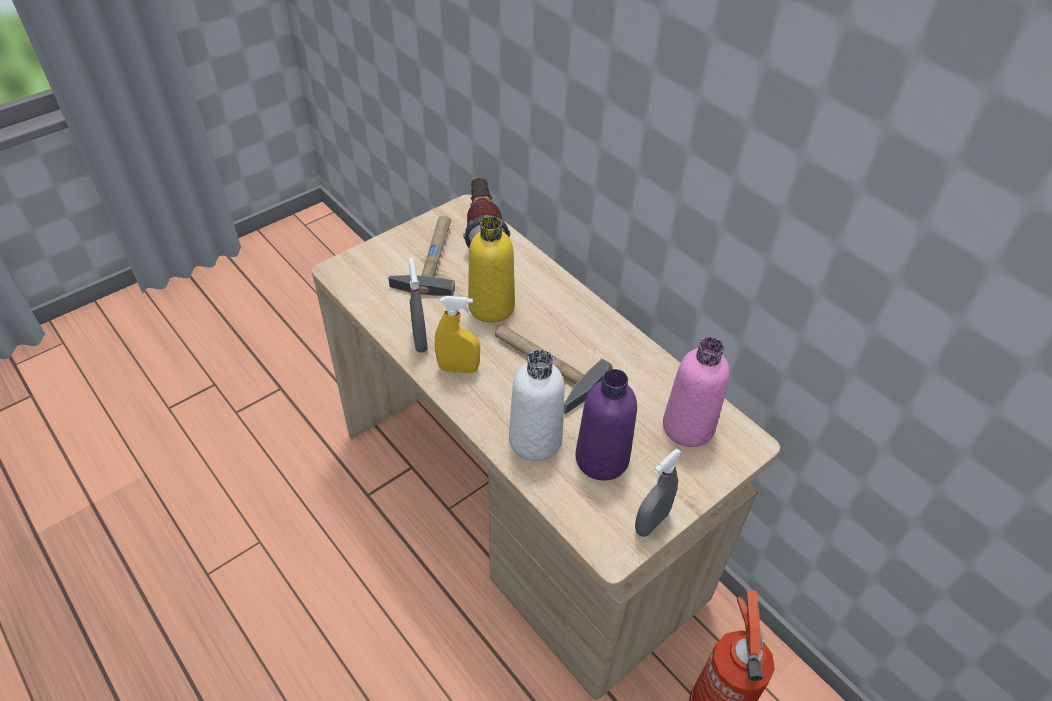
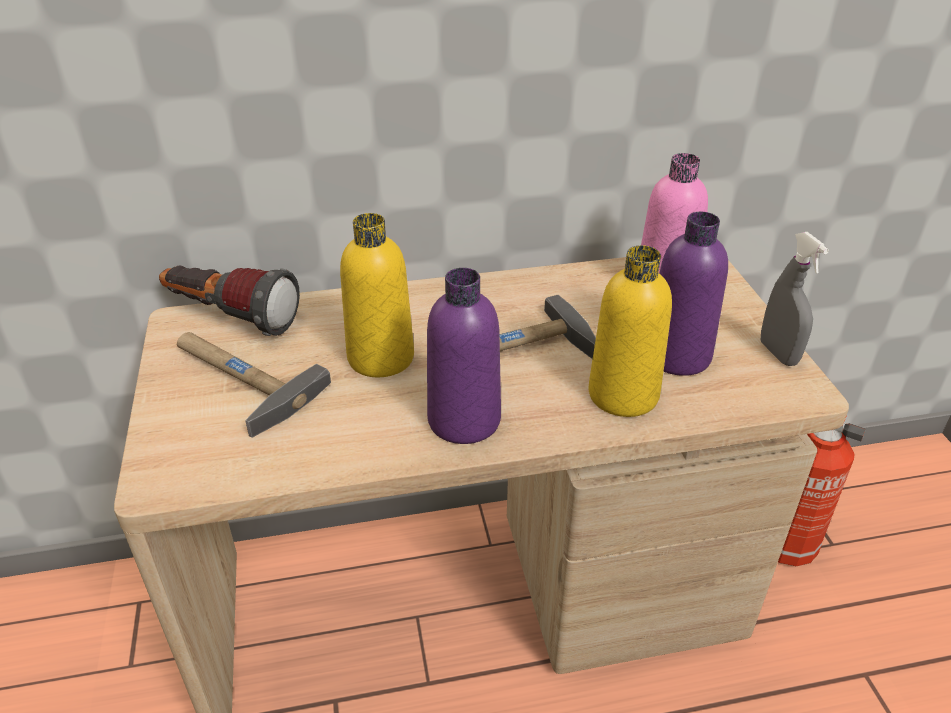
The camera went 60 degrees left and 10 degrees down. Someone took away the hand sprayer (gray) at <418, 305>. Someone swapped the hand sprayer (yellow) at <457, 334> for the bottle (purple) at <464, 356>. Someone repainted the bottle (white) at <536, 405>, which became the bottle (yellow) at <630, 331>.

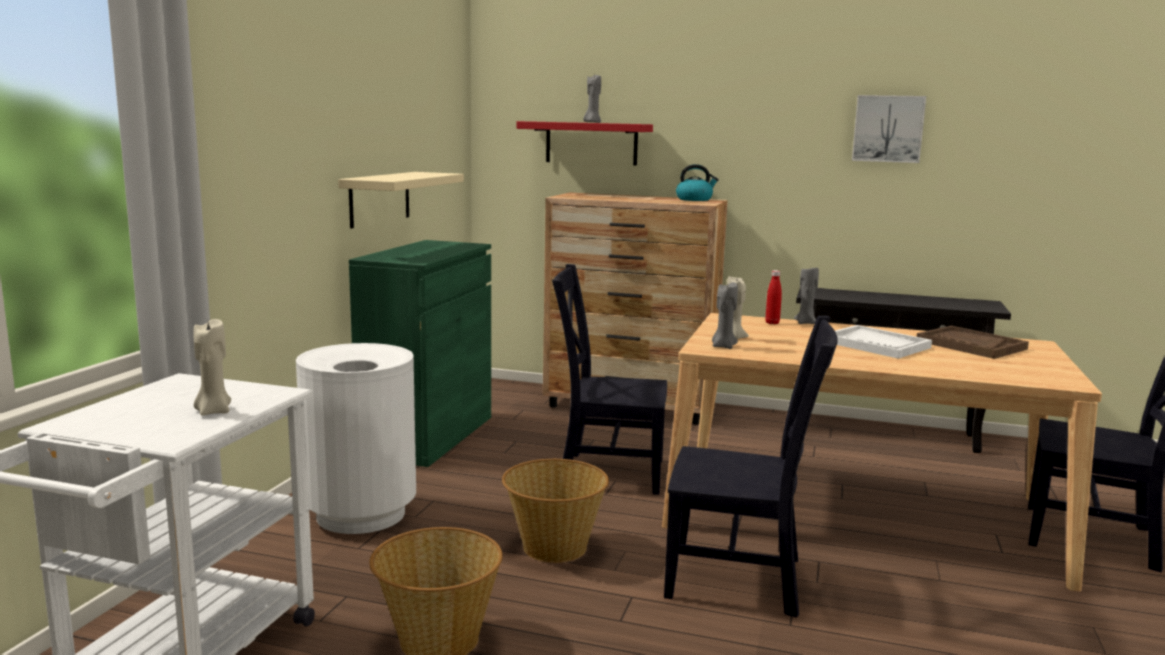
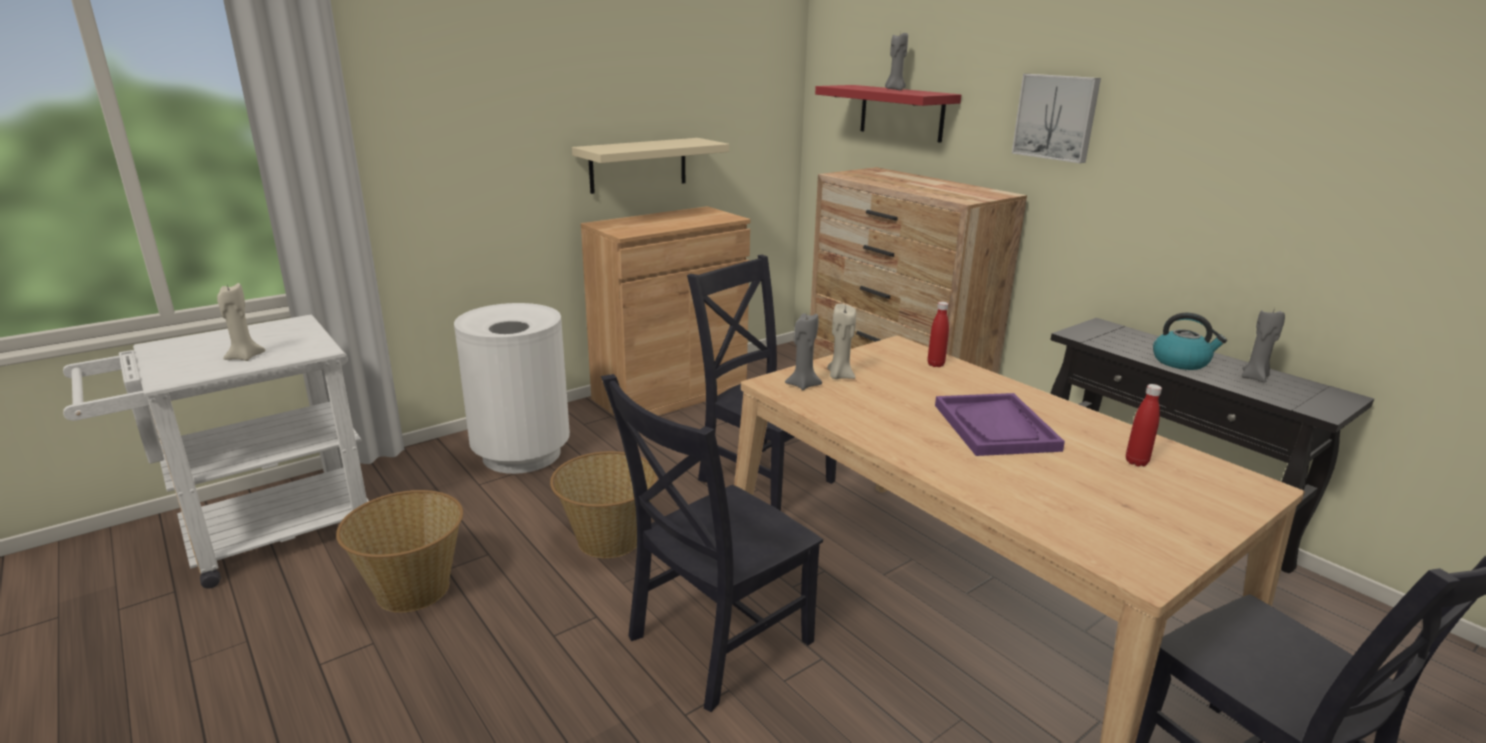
The camera went 35 degrees right and 10 degrees up. Someone carried the water kettle from <697, 182> to <1190, 341>. Someone carried the wax light (gray) from <806, 296> to <1263, 345>. Someone carried the wall picture from <889, 129> to <1056, 118>. Someone swapped the carrying tray (brownish) at <973, 342> for the bottle (reddish) at <1144, 425>. Someone repainted the cabinet (greenish) at <420, 353>, which became the cabinet (brownish) at <665, 311>. Someone repainted the carrying tray (white) at <883, 342>, which became the carrying tray (purple) at <1000, 424>. Someone rotated the upright chair (black) at <751, 466> by 90 degrees clockwise.

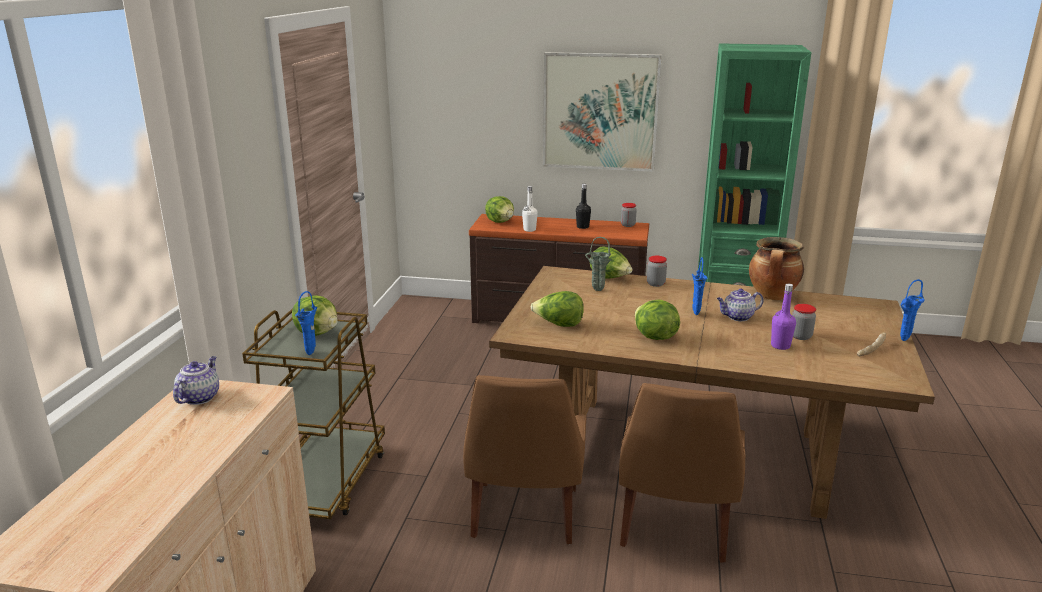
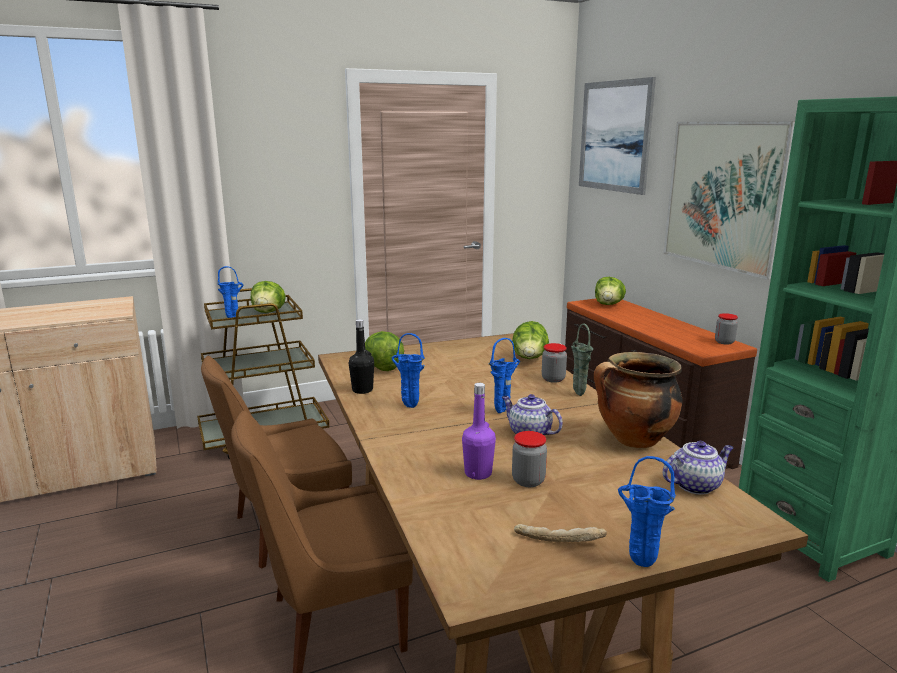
The camera went 55 degrees right and 5 degrees down. Someone took away the bottle (white) at <530, 209>. Someone put up the wall picture at <617, 136>. Someone carried the teapot from <196, 380> to <698, 468>. Someone carried the bottle (black) from <583, 206> to <361, 356>. Someone carried the flower vase (greenish) from <598, 264> to <582, 360>. Someone swapped the lettuce at <657, 319> for the flower vase (blue-coloured) at <408, 370>.

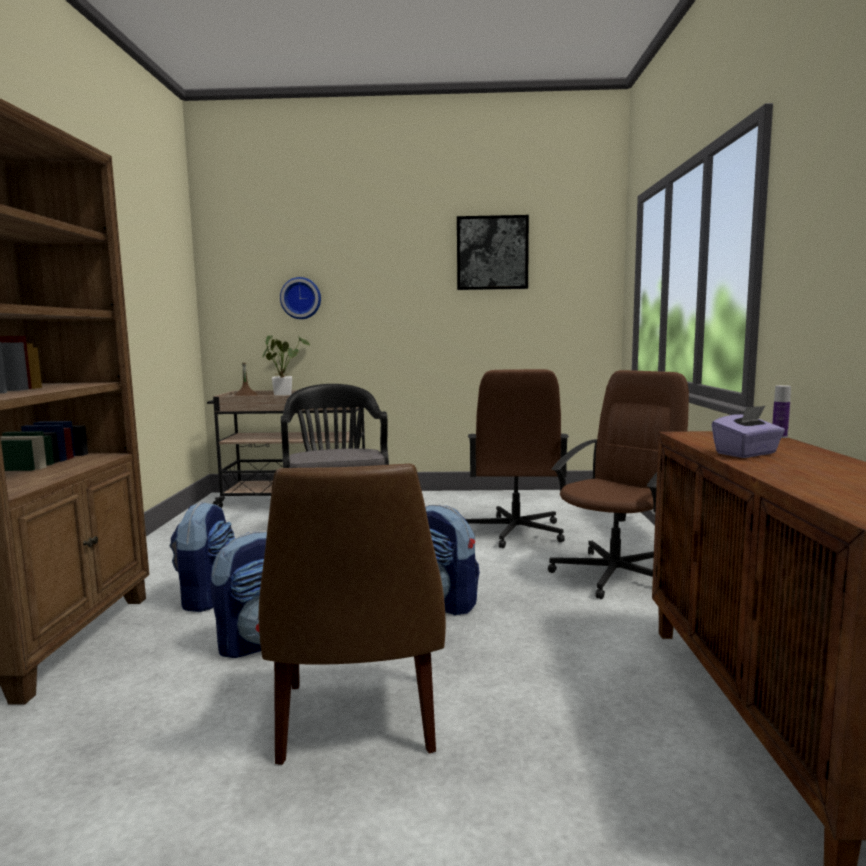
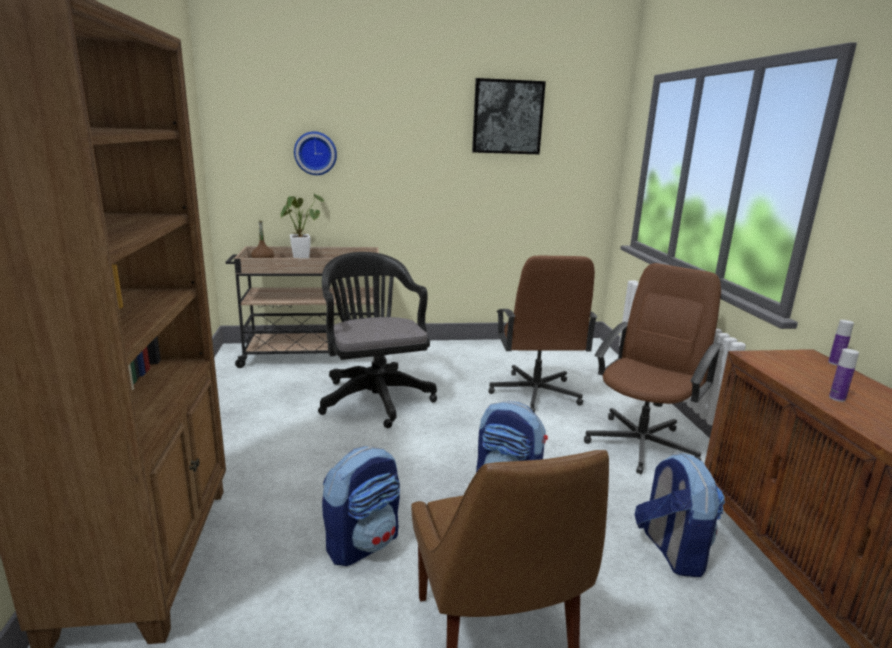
The camera went 10 degrees left and 10 degrees up. Someone carried the knapsack from <202, 557> to <680, 514>. Someone swapped the box of tissues (purple) at <748, 431> for the bottle at <844, 375>.

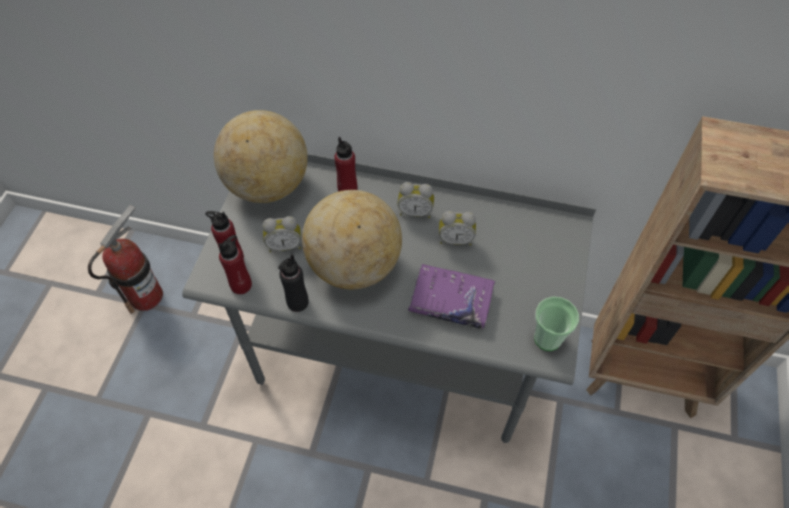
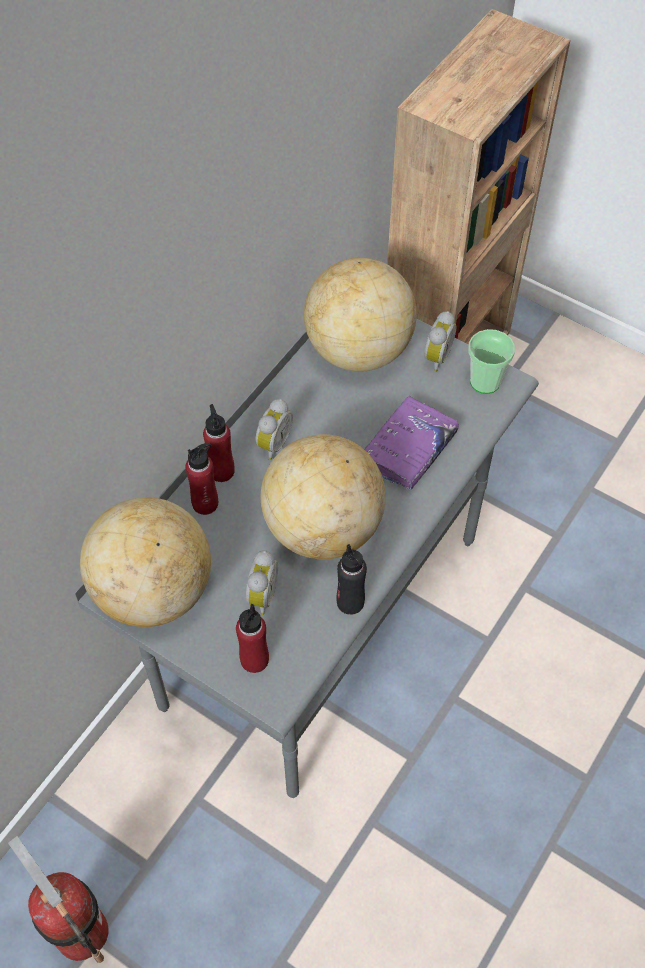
The camera went 70 degrees left and 0 degrees up. Someone put down the globe at <360, 314>. Someone carried the bottle (reddish) from <235, 264> to <219, 443>. Someone carried the bedside clock from <457, 228> to <440, 341>.

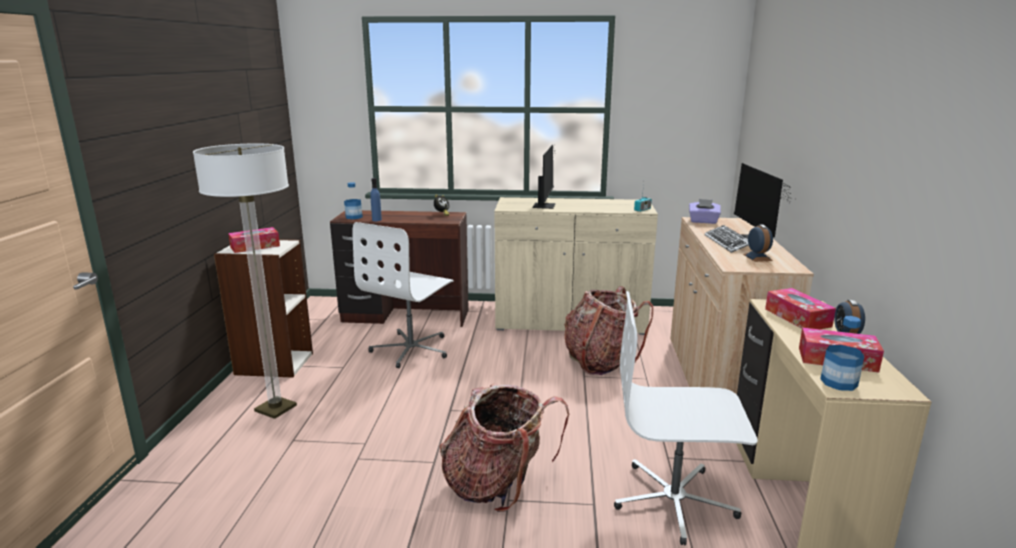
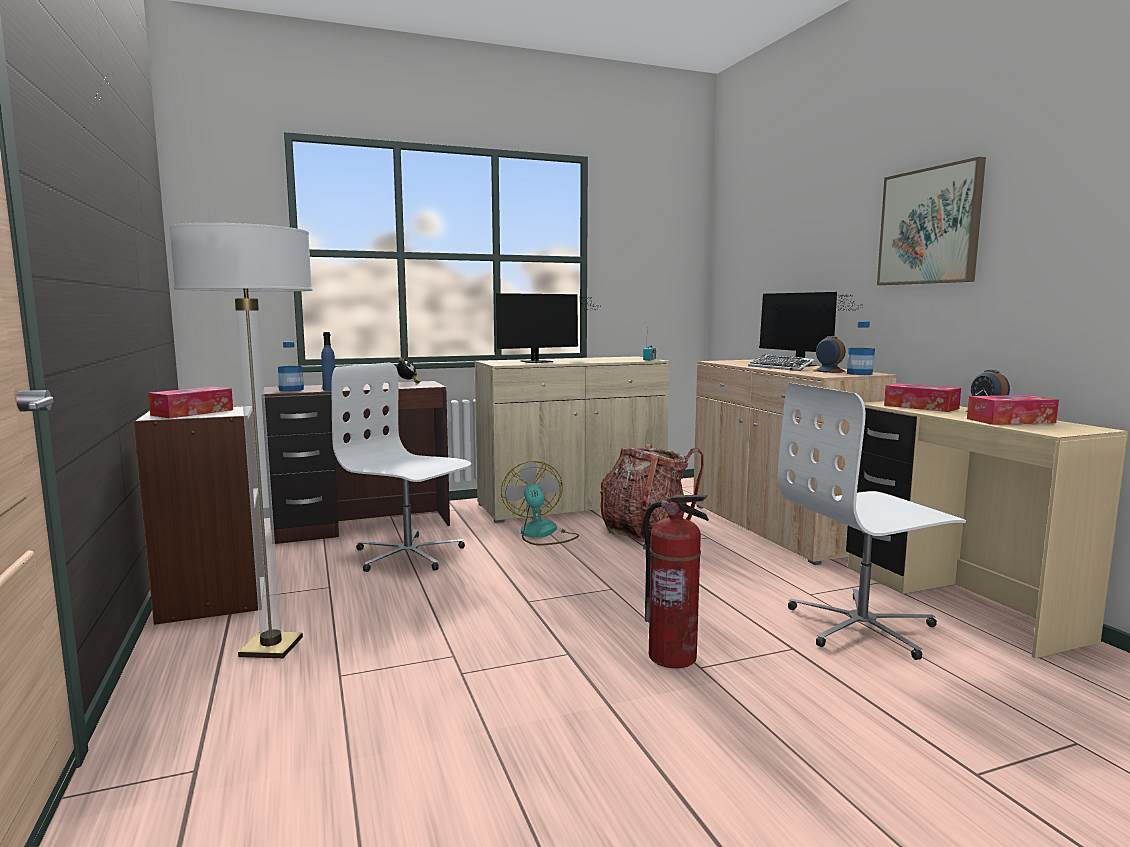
The camera went 25 degrees left and 10 degrees down. Someone took away the box of tissues (purple) at <705, 211>. Someone put down the fan at <540, 503>. Someone put up the wall picture at <931, 221>. Someone carried the bottle from <842, 353> to <861, 348>. Someone swapped the knapsack at <504, 447> for the extinguisher at <676, 581>. Someone rotated the desk chair (white) at <403, 295> by 120 degrees clockwise. Someone rotated the computer screen at <544, 176> by 75 degrees clockwise.

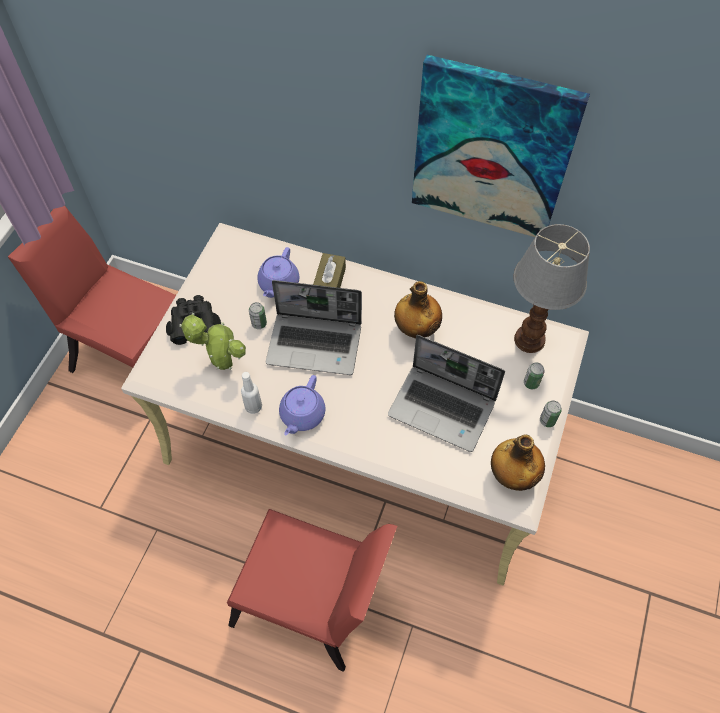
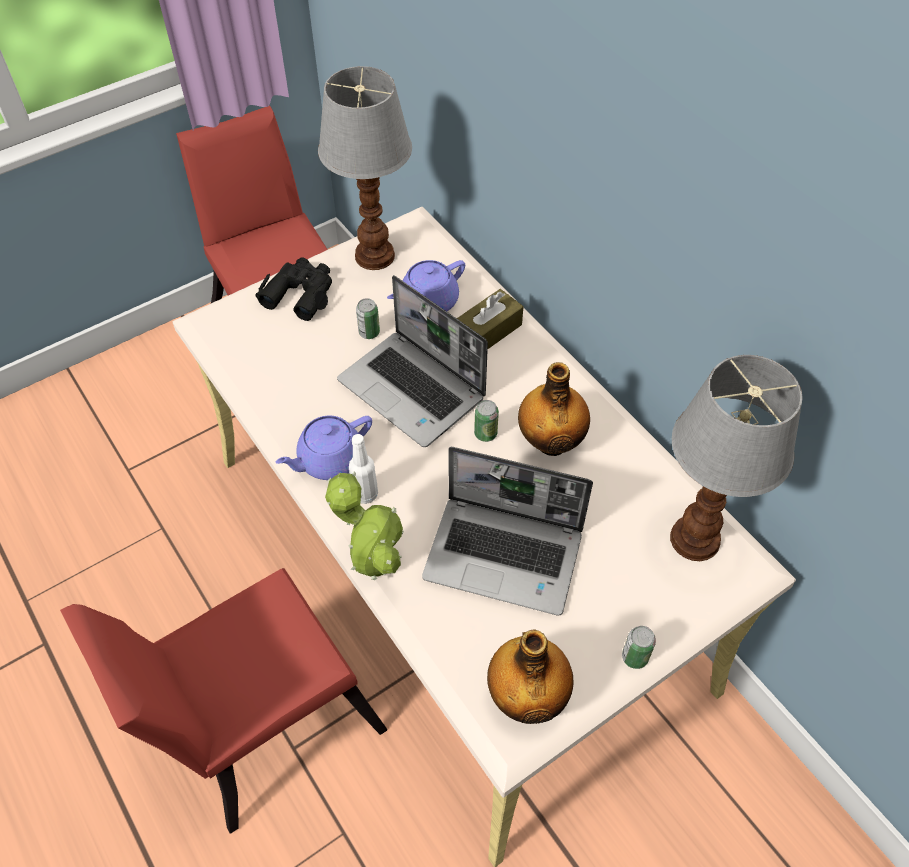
The camera went 35 degrees right and 5 degrees down. Someone took away the wall picture at <501, 146>. Someone put down the lamp for a table at <365, 168>. Someone carried the potted plant from <212, 341> to <364, 526>. Someone carried the bottle (white) from <251, 393> to <363, 469>. Someone carried the can from <534, 375> to <486, 421>. Someone rotated the upright chair (reddish) at <312, 590> by 90 degrees clockwise. Someone rotated the portable computer at <446, 393> by 45 degrees counterclockwise.

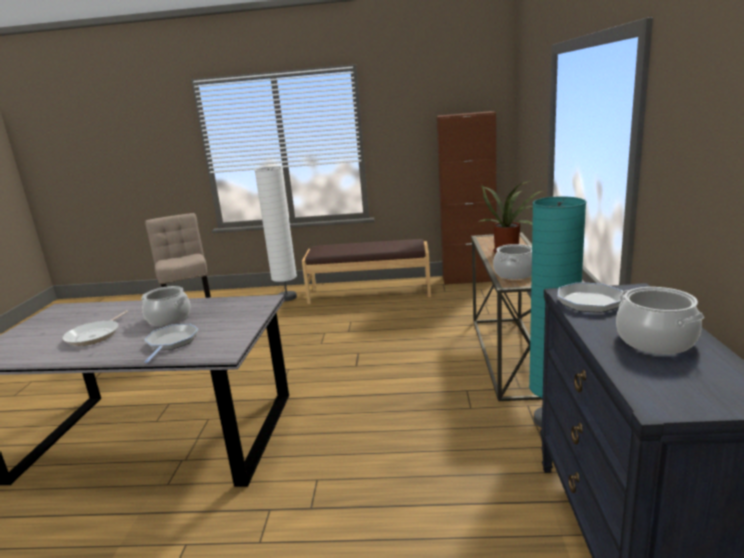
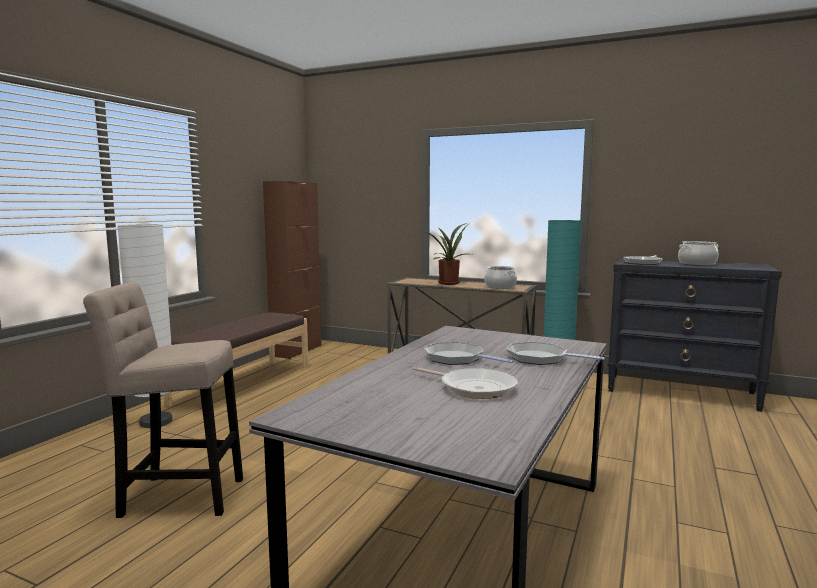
The camera went 70 degrees left and 10 degrees down. Someone swapped the saucepot at <165, 305> for the pan at <469, 353>.

